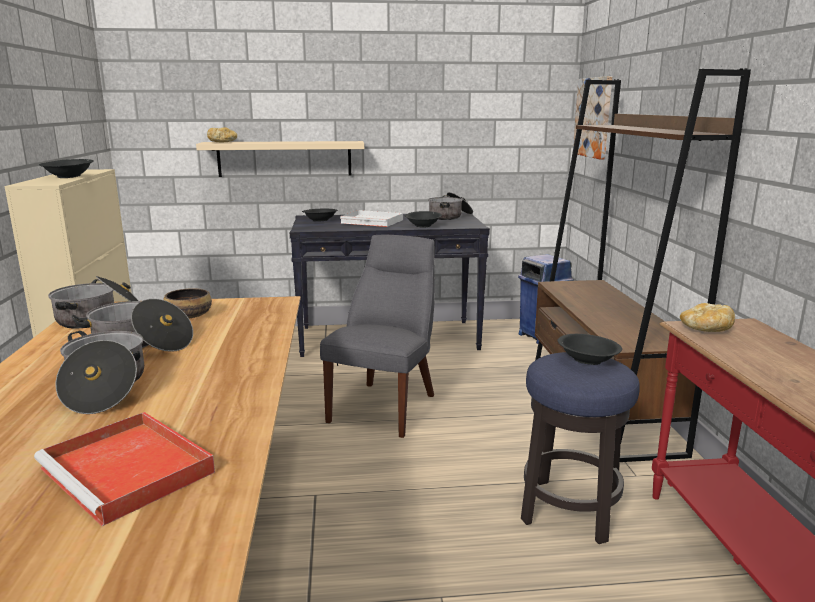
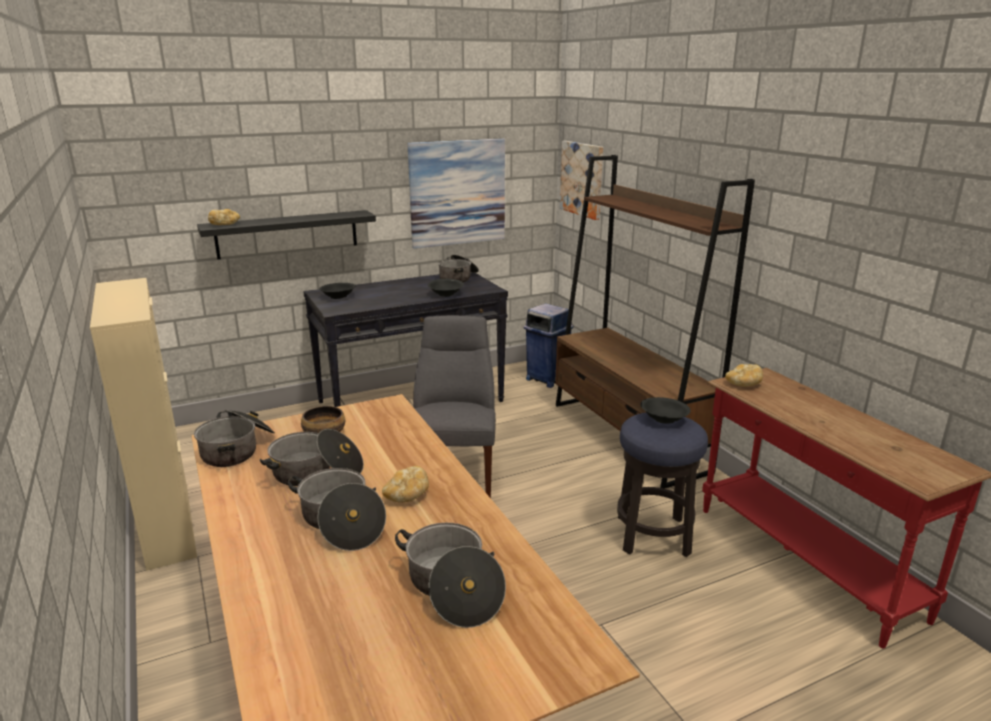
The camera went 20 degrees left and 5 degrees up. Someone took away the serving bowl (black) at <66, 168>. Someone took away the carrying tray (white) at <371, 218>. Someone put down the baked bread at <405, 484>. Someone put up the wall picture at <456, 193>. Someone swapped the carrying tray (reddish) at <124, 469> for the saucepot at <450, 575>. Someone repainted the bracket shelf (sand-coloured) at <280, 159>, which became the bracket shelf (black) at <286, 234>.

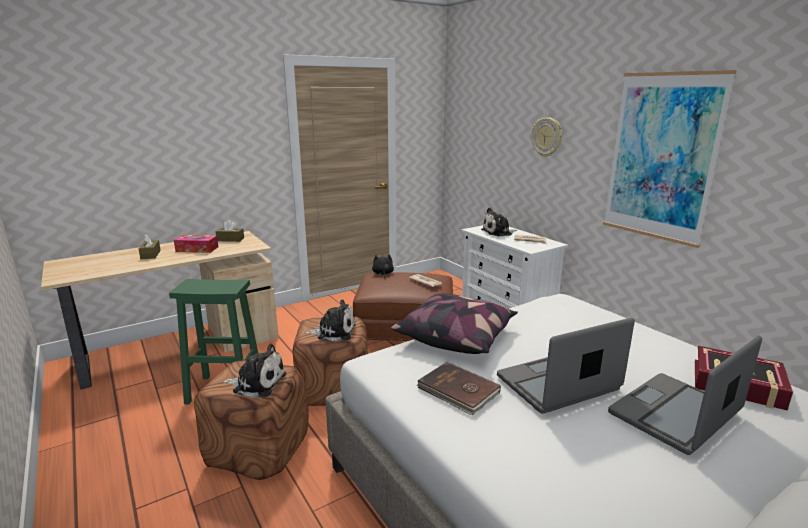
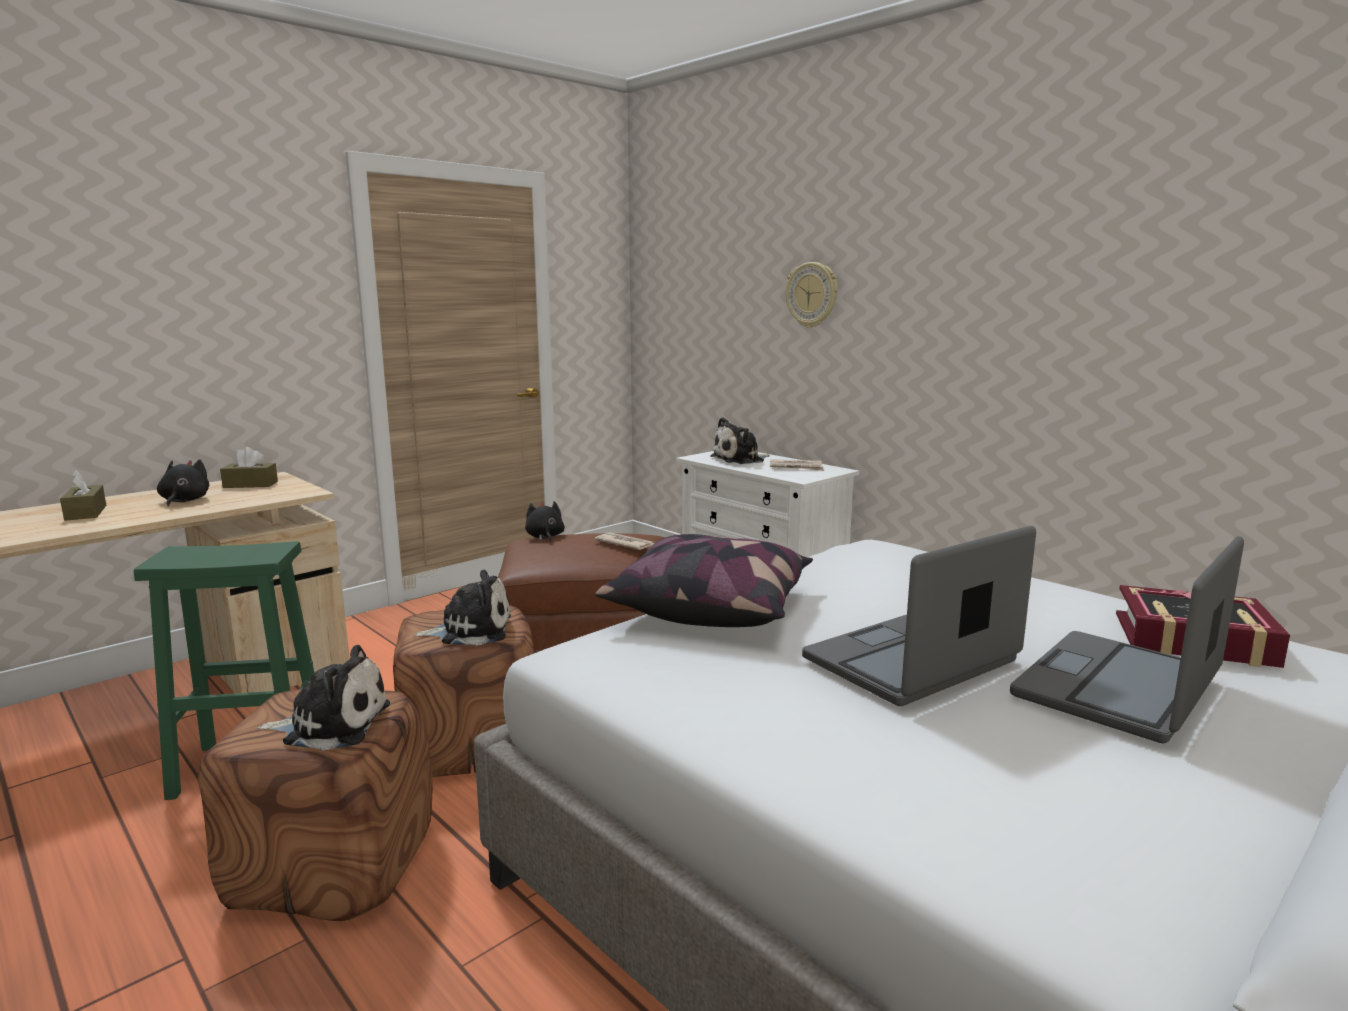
The camera went 10 degrees left and 5 degrees down. Someone took away the book (brownish) at <459, 388>. Someone took away the wall picture at <670, 159>. Someone swapped the box of tissues at <196, 244> for the soft toy (black) at <183, 483>.

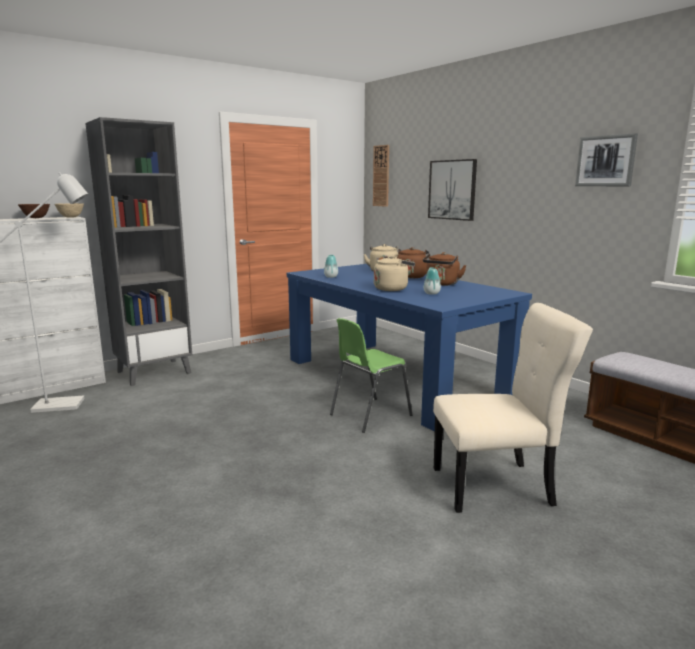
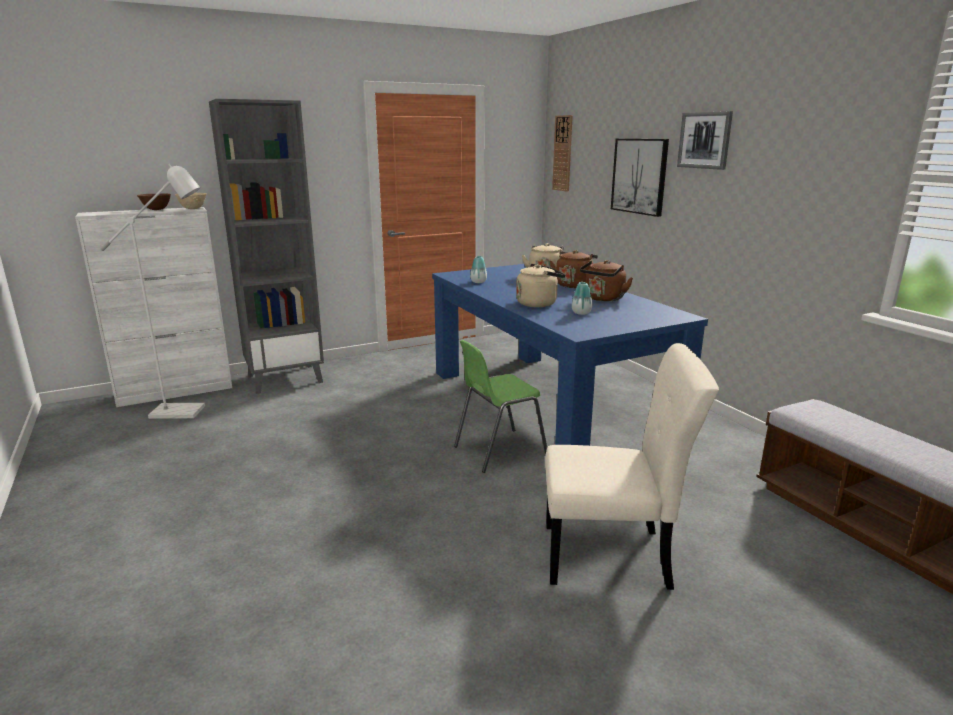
The camera went 10 degrees right and 5 degrees up. Someone carried the wall picture from <606, 159> to <705, 140>.

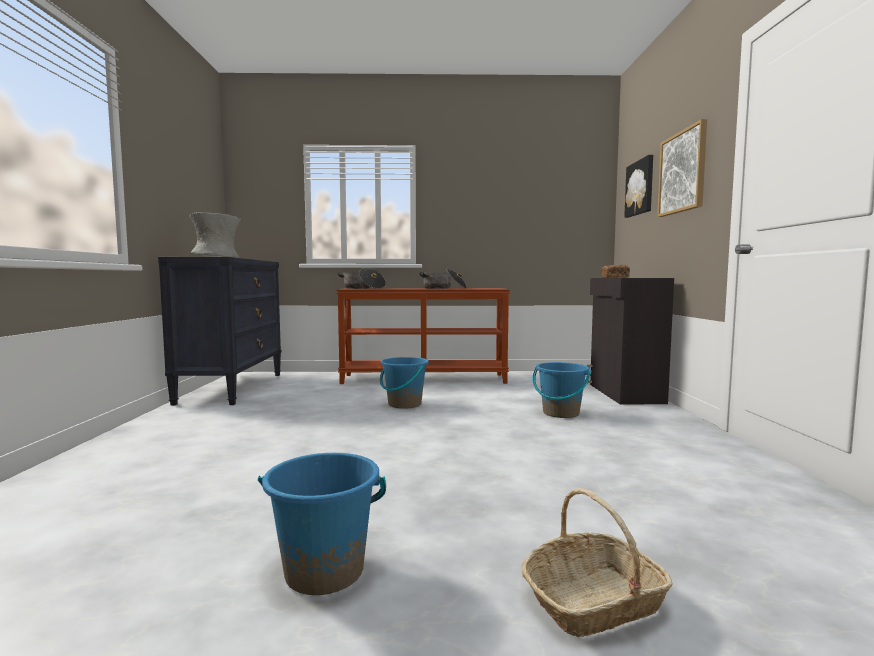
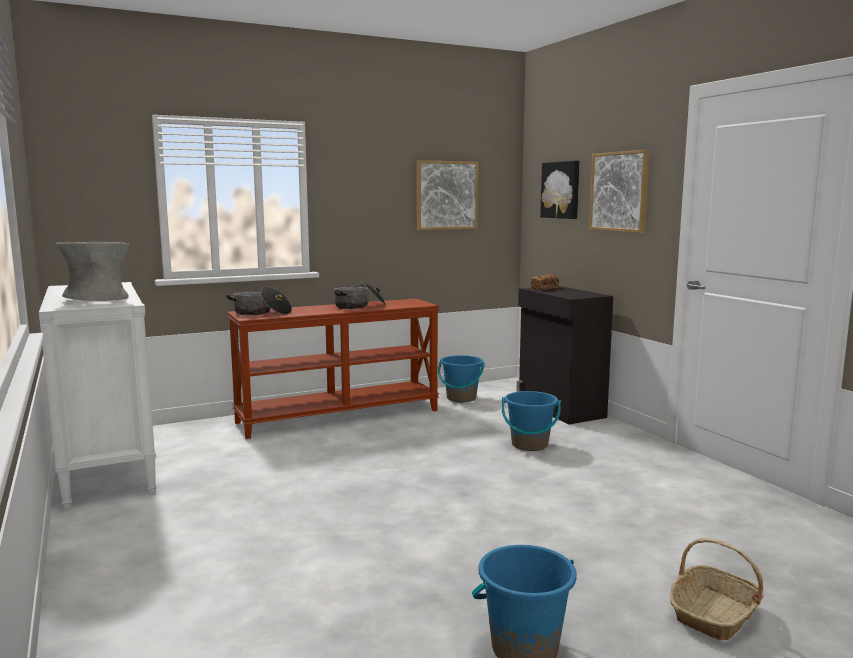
The camera went 25 degrees left and 5 degrees up. Someone put up the wall picture at <448, 195>. Someone carried the bucket (blue-coloured) from <404, 383> to <461, 378>. Someone repainted the chest of drawers (black) at <220, 331>, which became the chest of drawers (white) at <98, 396>.

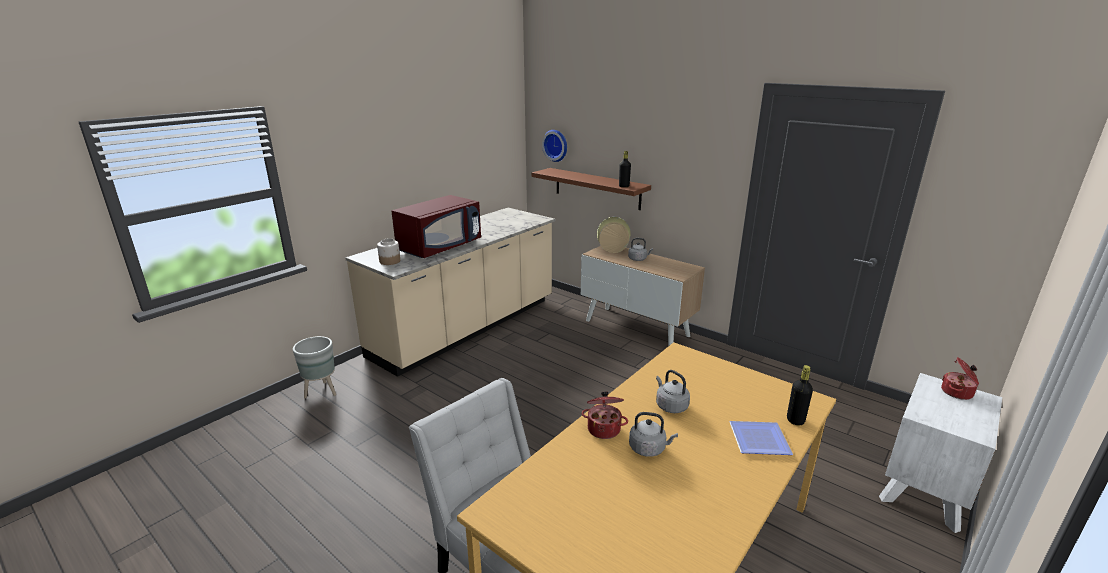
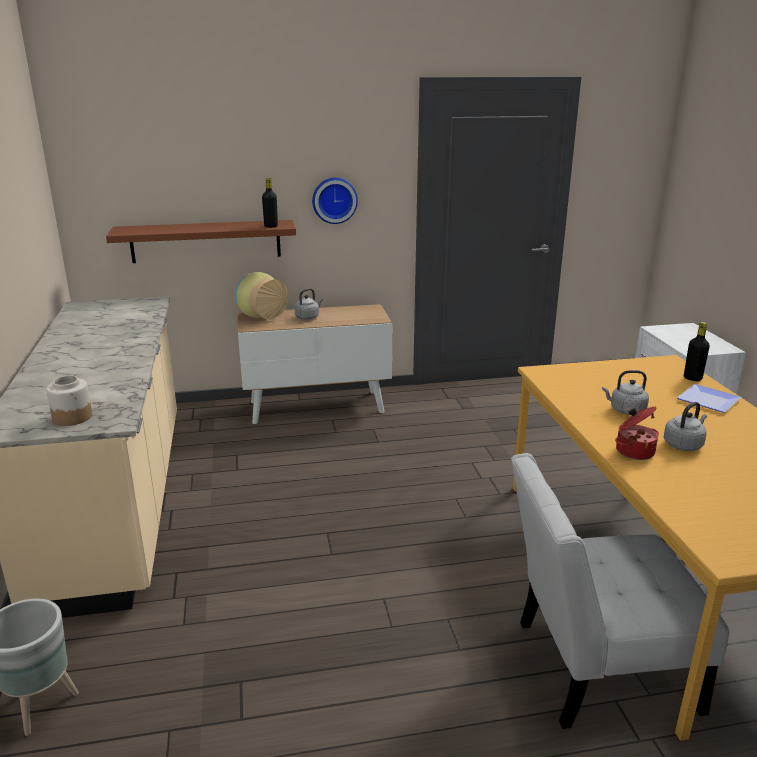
The camera went 50 degrees left and 0 degrees up. Someone took away the microwave (reddish) at <436, 226>. Someone took away the saucepot at <960, 378>. Someone carried the clock on the wall from <554, 146> to <335, 201>.

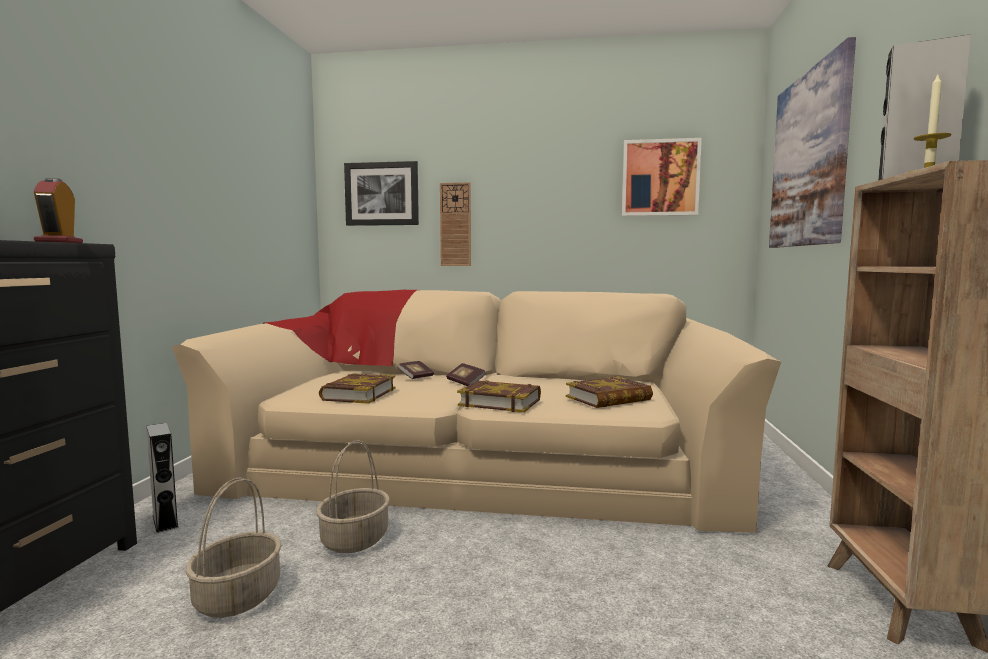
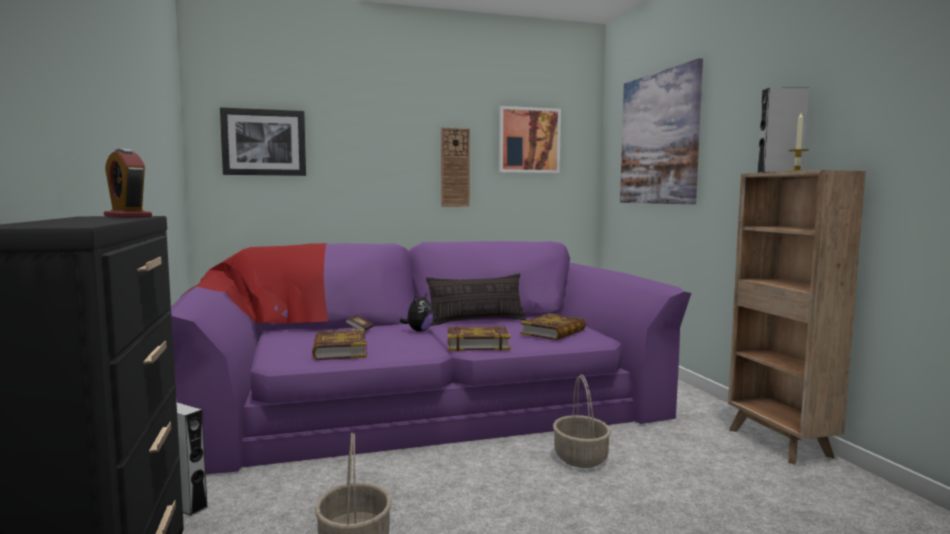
The camera went 25 degrees left and 0 degrees up. Someone put down the cushion at <476, 299>. Someone carried the basket from <353, 496> to <582, 421>. Someone carried the clock on the wall from <455, 224> to <455, 167>. Someone swapped the book at <466, 374> for the soft toy at <417, 312>. Someone repainted the sofa (sand-coloured) at <476, 411>, which became the sofa (purple) at <431, 357>.

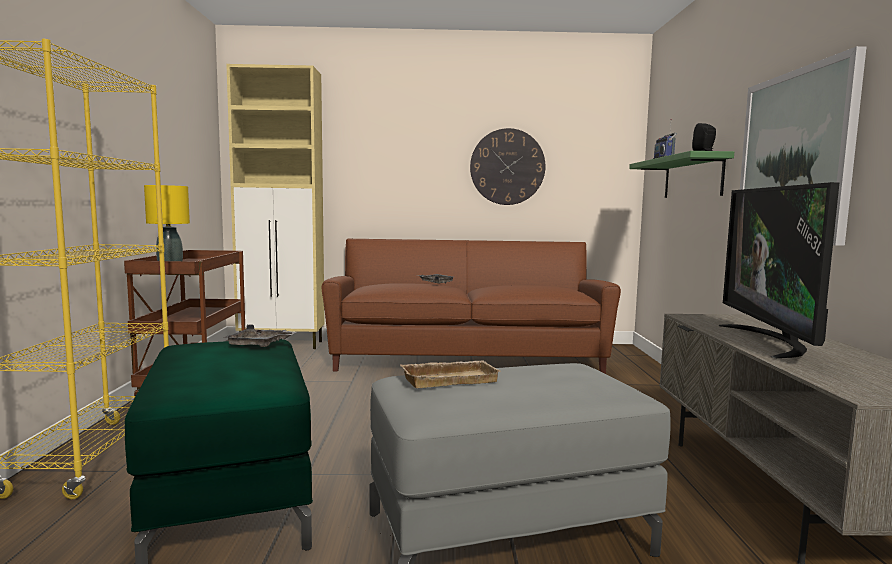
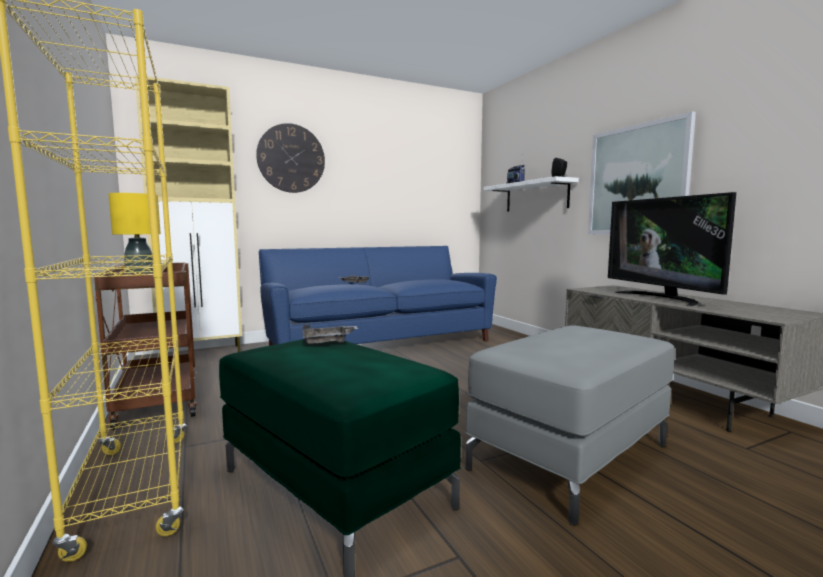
The camera went 25 degrees left and 0 degrees up. Someone took away the carrying tray (sand-coloured) at <450, 374>. Someone carried the clock on the wall from <507, 166> to <290, 158>. Someone repainted the sofa (brownish) at <471, 306>, which became the sofa (blue-coloured) at <378, 296>. Someone repainted the bracket shelf (greenish) at <681, 174>, which became the bracket shelf (white) at <531, 194>.

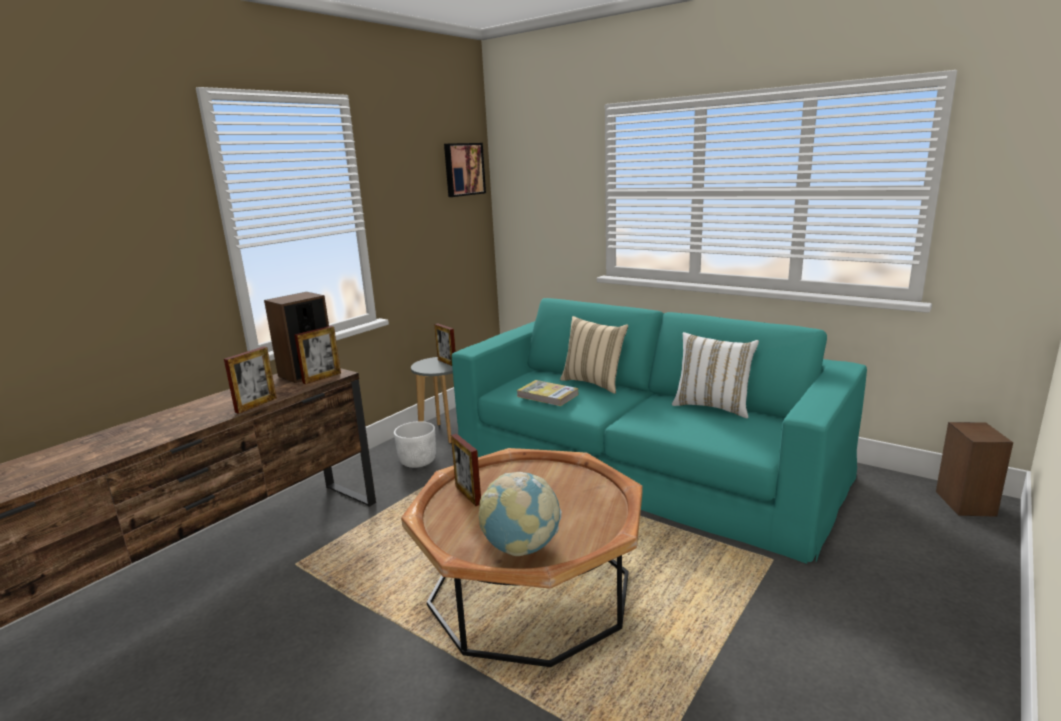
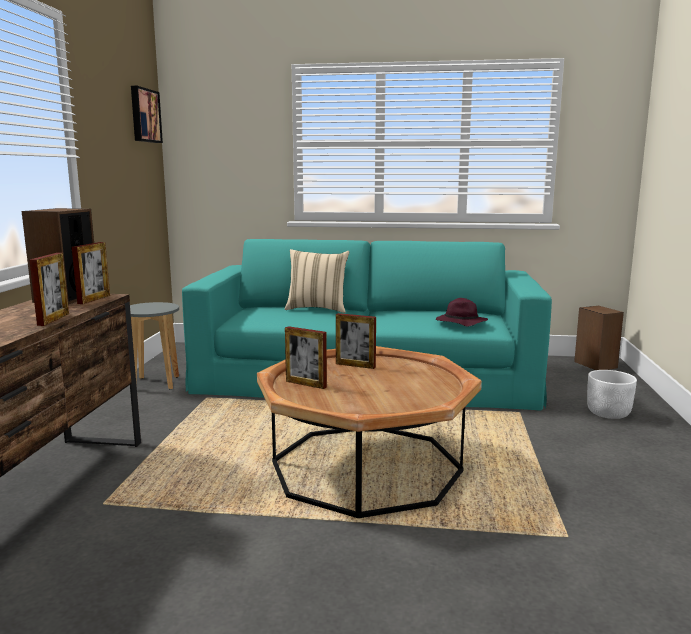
The camera went 30 degrees left and 5 degrees down. Someone took away the globe at <520, 514>. Someone took away the book at <547, 393>. Someone took away the cushion (white) at <715, 375>. Someone put down the clothing hat (purple) at <462, 312>. Someone carried the planter (white) from <415, 444> to <612, 394>. Someone carried the standing frame from <445, 344> to <356, 341>.

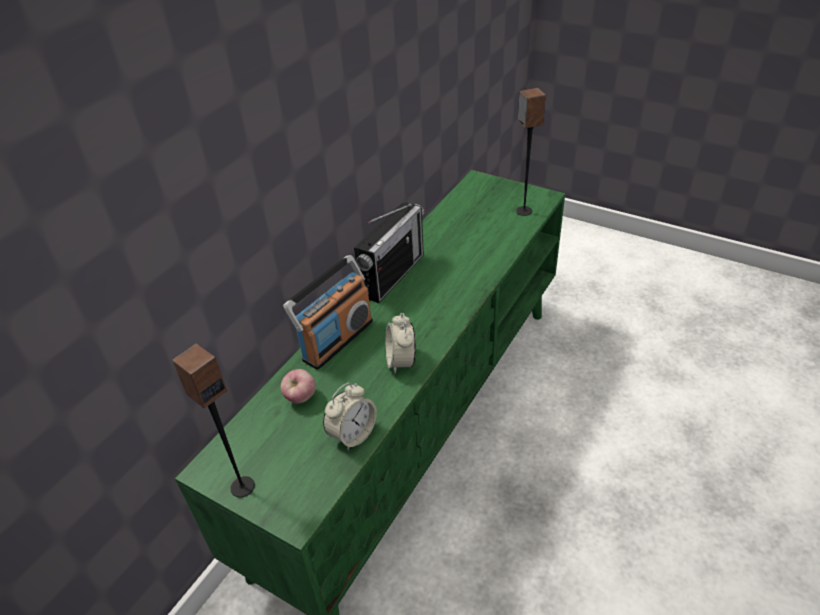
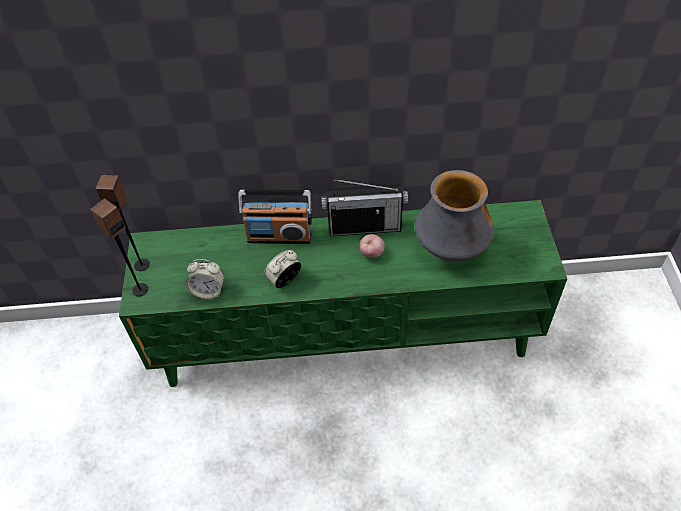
The camera went 55 degrees right and 10 degrees up. Someone put down the flower vase at <454, 215>. Someone carried the apple fruit from <298, 386> to <372, 246>. Someone carried the audio speaker from <531, 152> to <119, 247>.

